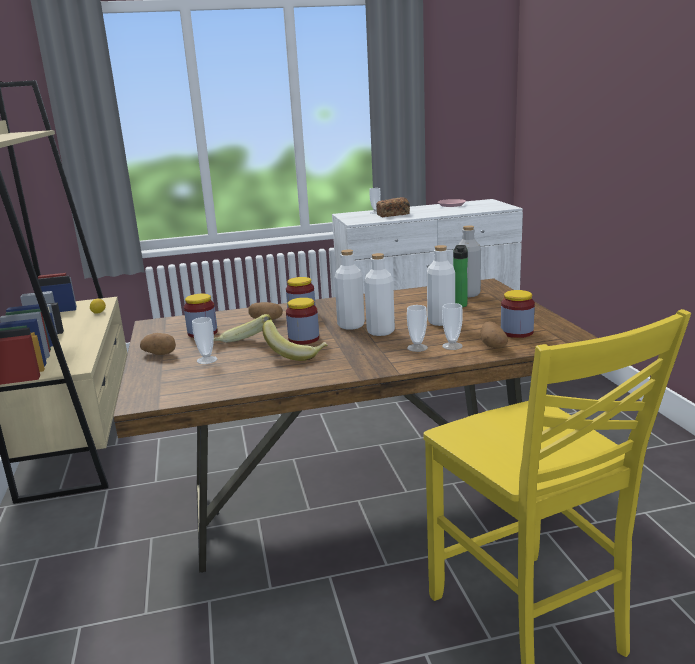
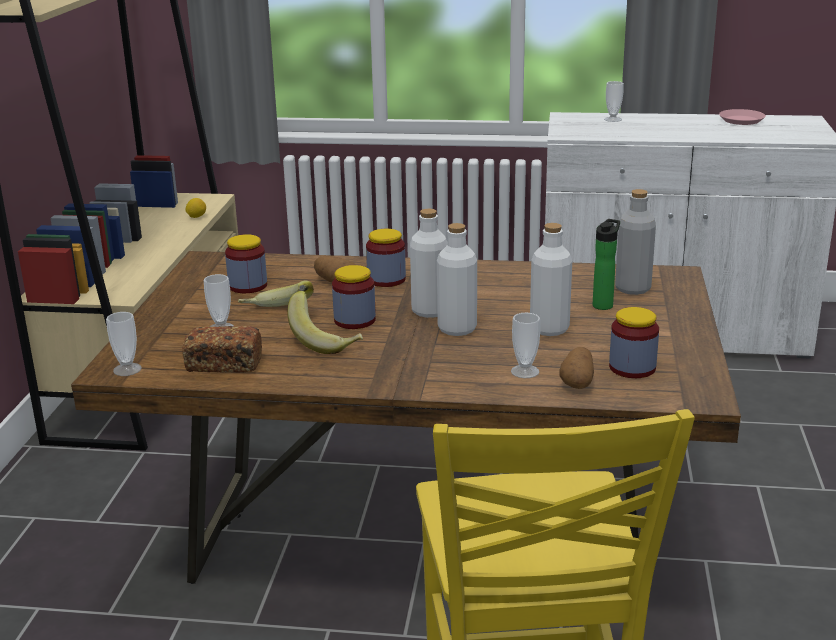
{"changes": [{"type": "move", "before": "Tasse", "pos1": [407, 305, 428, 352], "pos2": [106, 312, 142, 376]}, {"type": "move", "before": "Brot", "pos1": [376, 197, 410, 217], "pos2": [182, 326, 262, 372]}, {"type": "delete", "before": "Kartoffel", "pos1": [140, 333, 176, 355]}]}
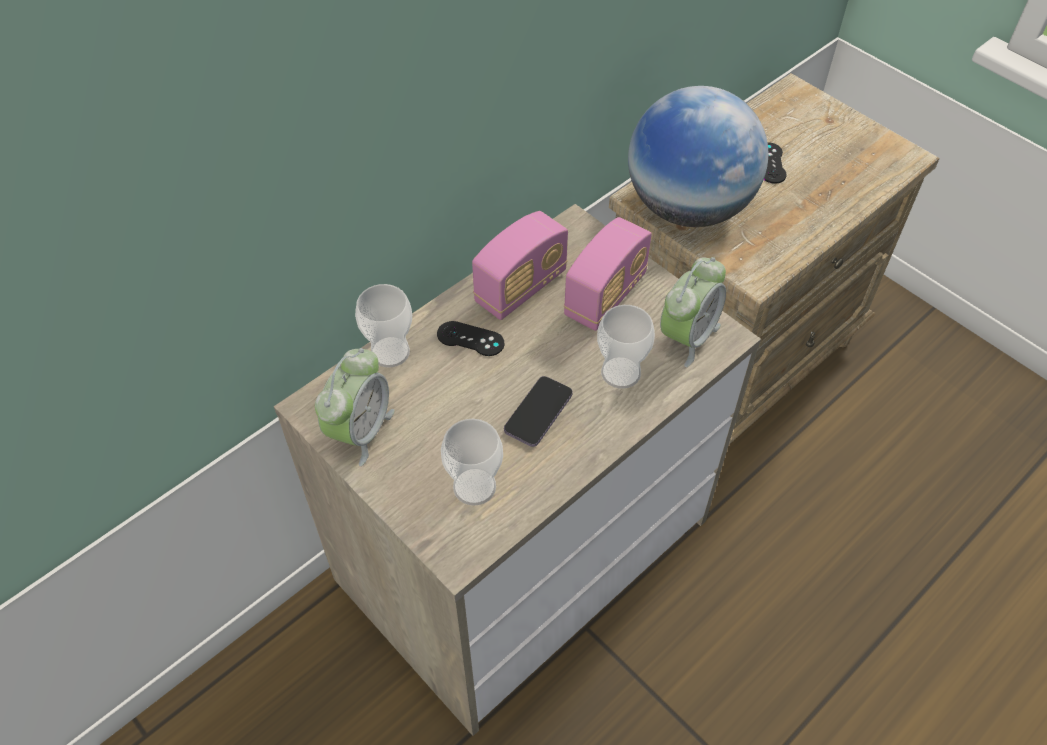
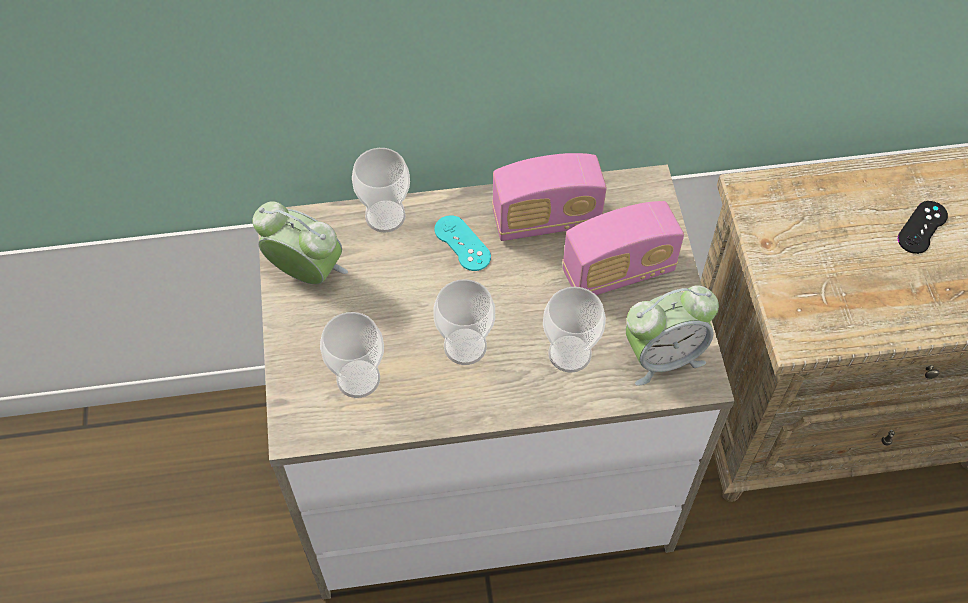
{"changes": [{"type": "rotate", "before": "Wecker", "pos1": [315, 348, 395, 466], "pos2": [252, 201, 348, 284], "turn": -120}, {"type": "replace", "before": "Handy", "after": "Tasse", "pos1": [504, 376, 573, 447], "pos2": [433, 279, 495, 365]}, {"type": "recolor", "before": "Gamepad/schwarz", "after": "Gamepad/türkis", "pos1": [437, 321, 504, 356], "pos2": [434, 216, 491, 271]}, {"type": "delete", "before": "Globus", "pos1": [628, 86, 768, 227]}]}
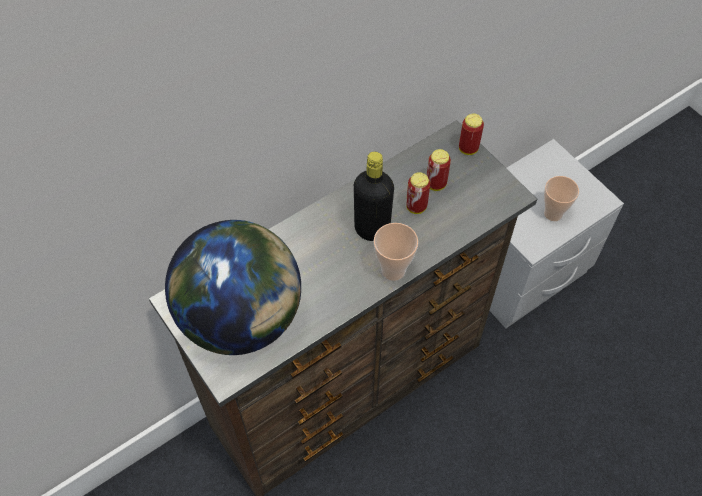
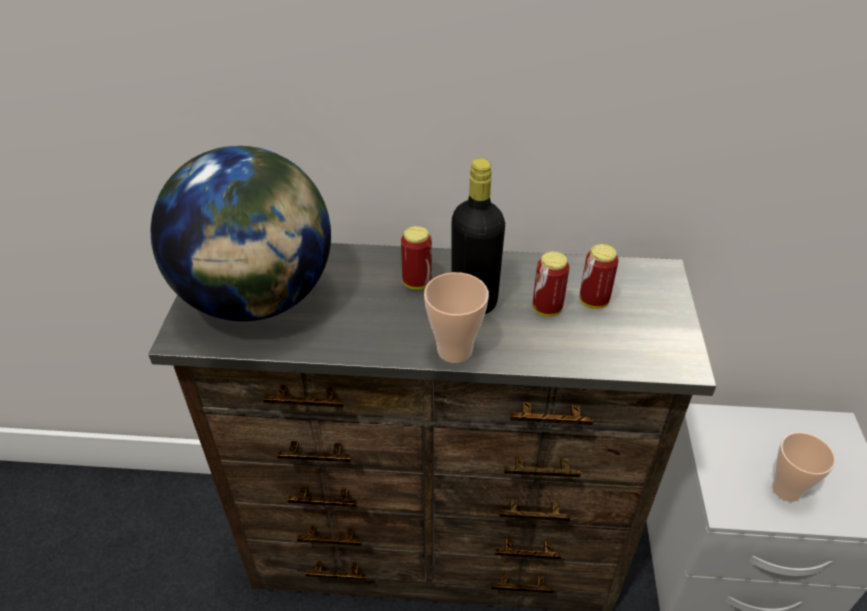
{"changes": [{"type": "move", "before": "Dose", "pos1": [459, 114, 484, 155], "pos2": [401, 226, 432, 290]}]}
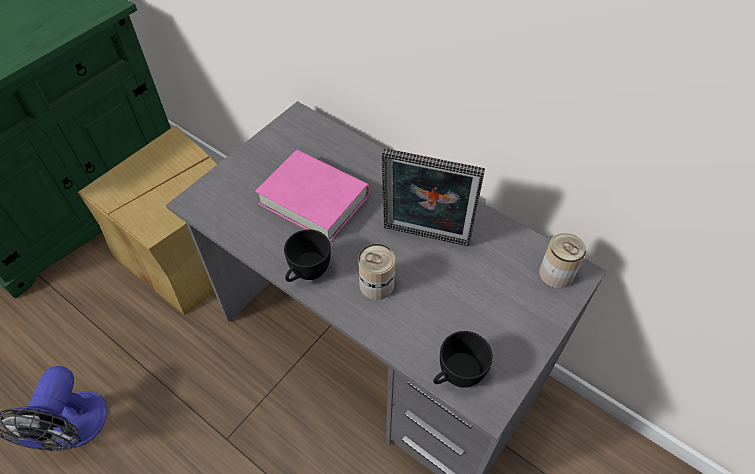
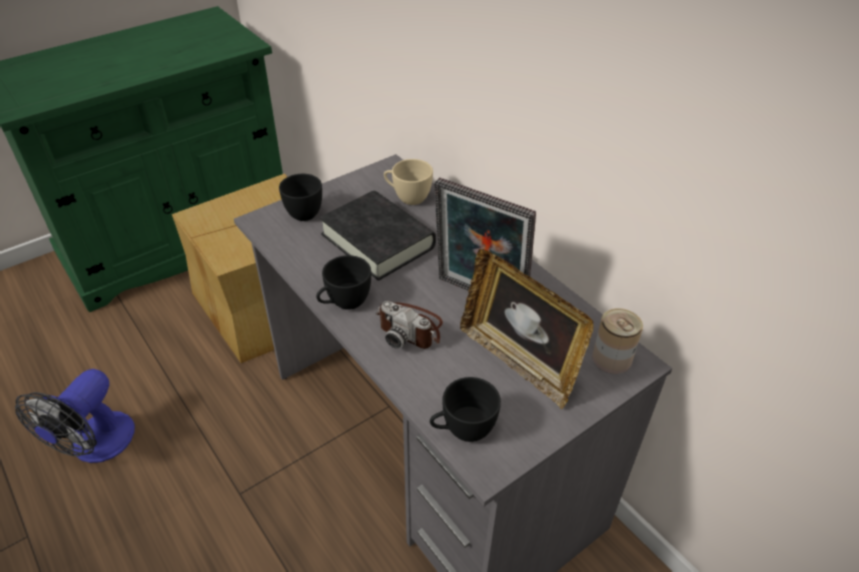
{"changes": [{"type": "insert", "after": "Tasse/schwarz", "pos2": [279, 174, 322, 221]}, {"type": "recolor", "before": "Buch/rosa", "after": "Buch/schwarz", "pos1": [255, 150, 370, 242], "pos2": [319, 191, 436, 281]}, {"type": "replace", "before": "Dose", "after": "Kamera", "pos1": [358, 244, 395, 300], "pos2": [376, 301, 443, 349]}, {"type": "insert", "after": "Tasse/beige", "pos2": [384, 159, 433, 205]}, {"type": "insert", "after": "Bilderrahmen", "pos2": [460, 249, 594, 409]}]}
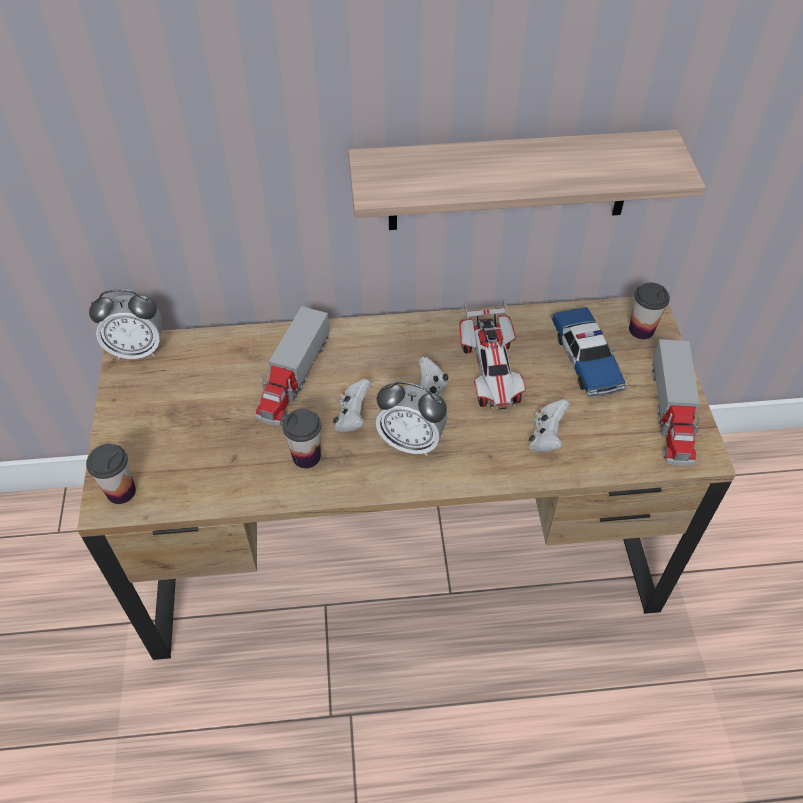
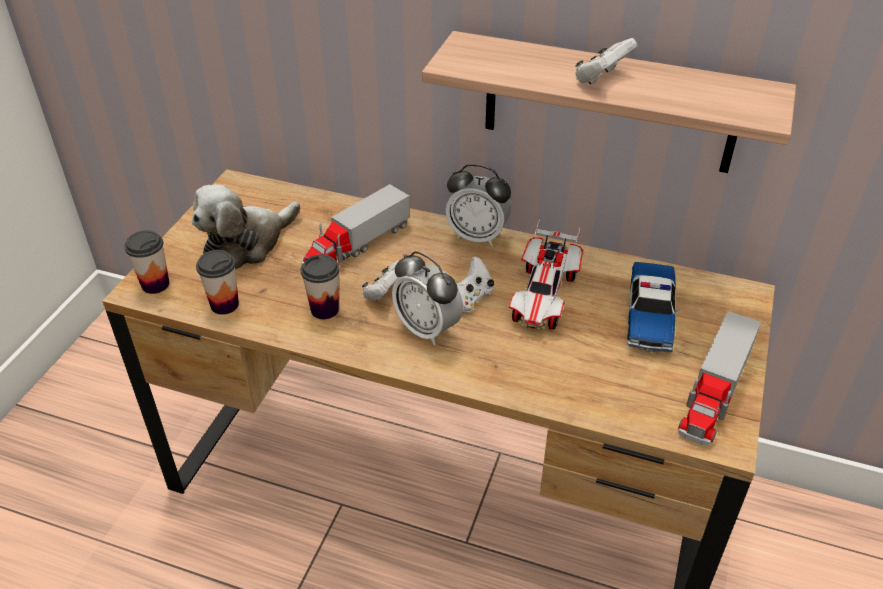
{"changes": [{"type": "insert", "after": "Plüschtier", "pos2": [192, 184, 300, 270]}, {"type": "move", "before": "Tasse", "pos1": [629, 283, 670, 339], "pos2": [196, 250, 239, 315]}, {"type": "move", "before": "Wecker", "pos1": [89, 289, 162, 359], "pos2": [446, 164, 511, 246]}, {"type": "move", "before": "Gamepad/weiß", "pos1": [529, 399, 570, 452], "pos2": [575, 38, 637, 84]}]}
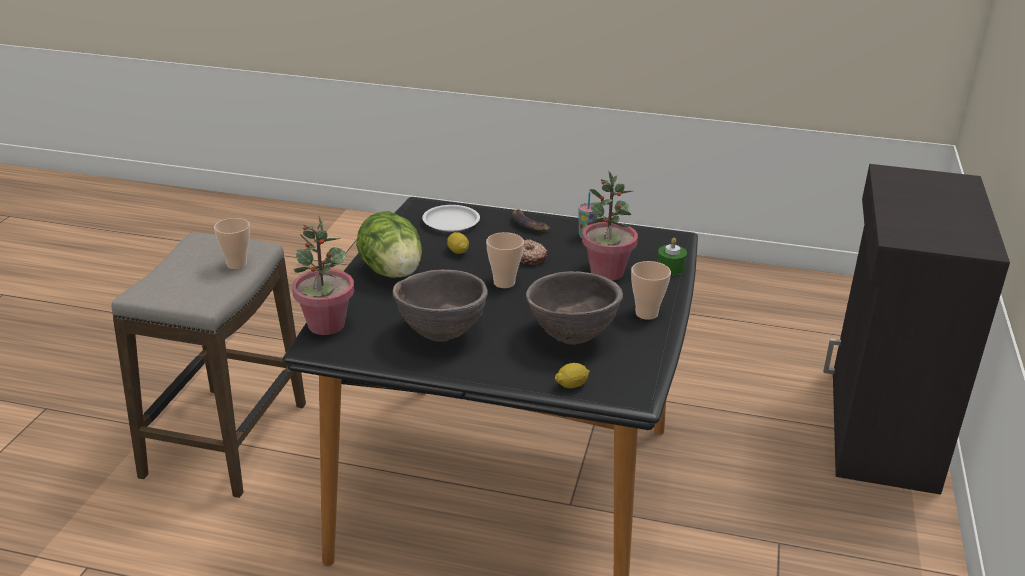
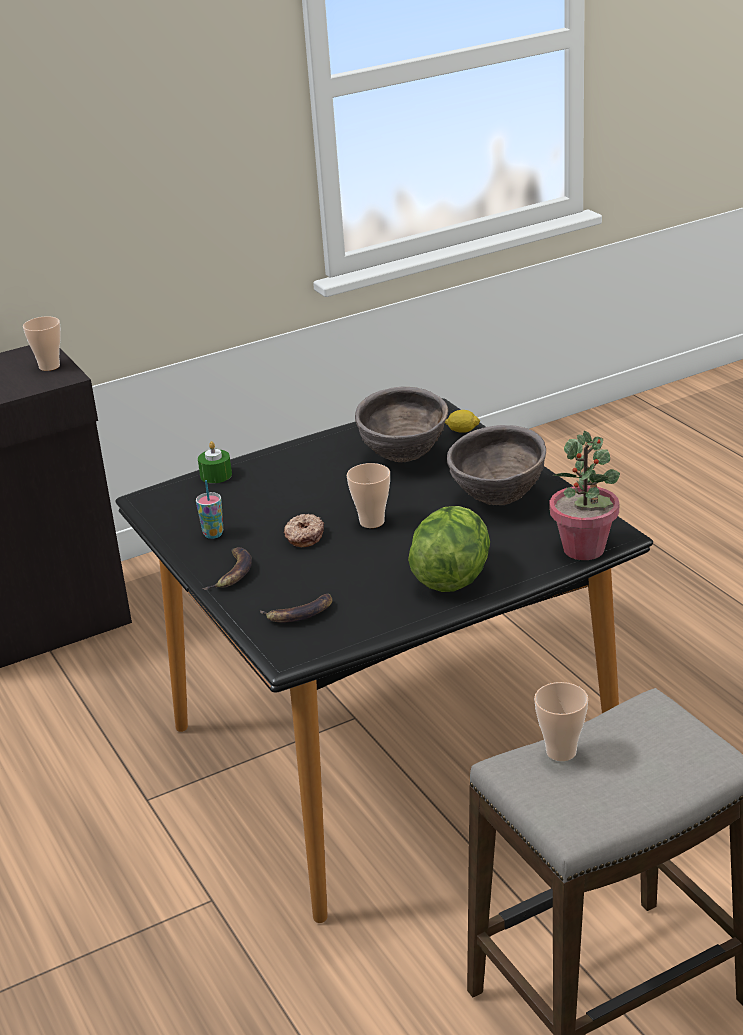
{"changes": [{"type": "move", "before": "Tasse", "pos1": [631, 261, 671, 320], "pos2": [23, 316, 61, 371]}, {"type": "replace", "before": "Teller/weiß", "after": "Banane", "pos1": [422, 205, 480, 232], "pos2": [259, 593, 333, 623]}, {"type": "delete", "before": "Zitrone", "pos1": [447, 232, 469, 254]}, {"type": "delete", "before": "Topfpflanze", "pos1": [582, 171, 638, 281]}]}
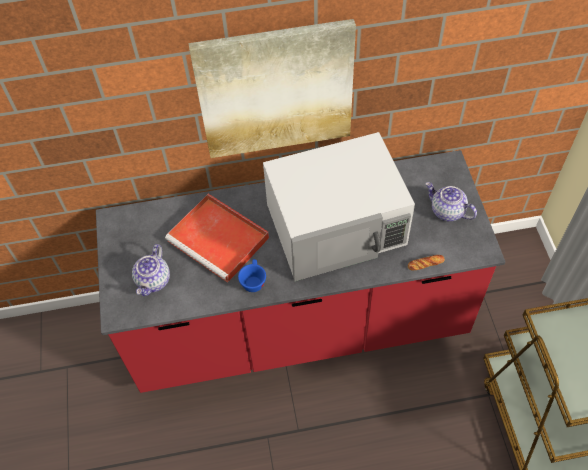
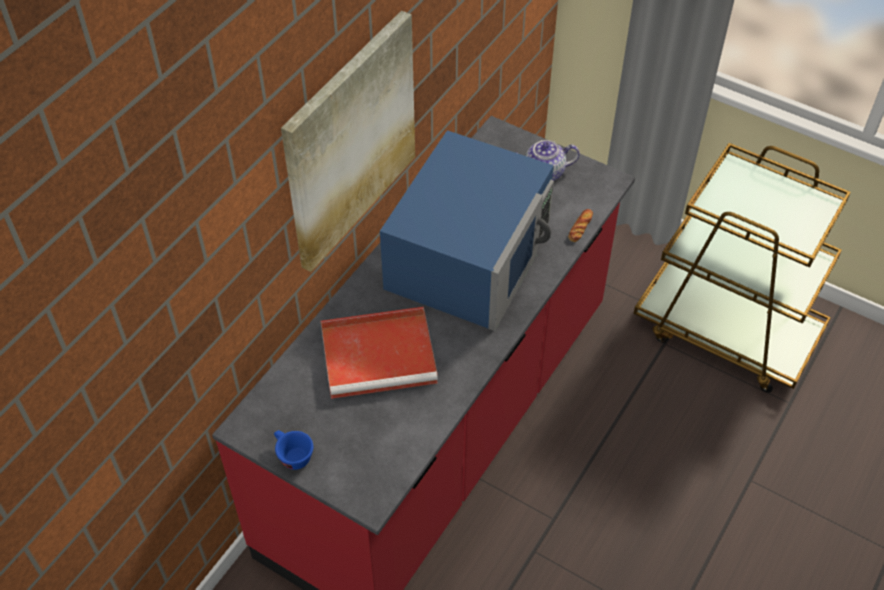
{"changes": [{"type": "move", "before": "Tasse/blau", "pos1": [238, 259, 266, 292], "pos2": [274, 430, 313, 470]}, {"type": "recolor", "before": "Mikrowelle/weiß", "after": "Mikrowelle/blau", "pos1": [263, 132, 415, 281], "pos2": [380, 130, 554, 331]}, {"type": "delete", "before": "Teekanne", "pos1": [132, 244, 170, 296]}]}
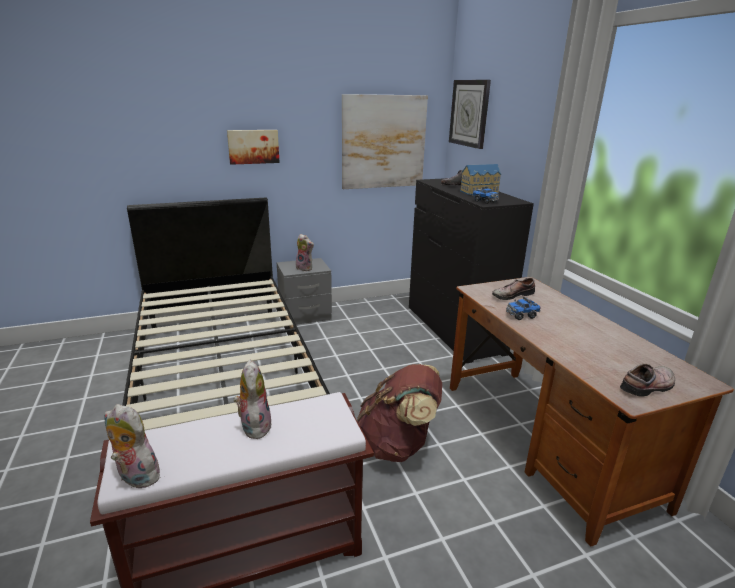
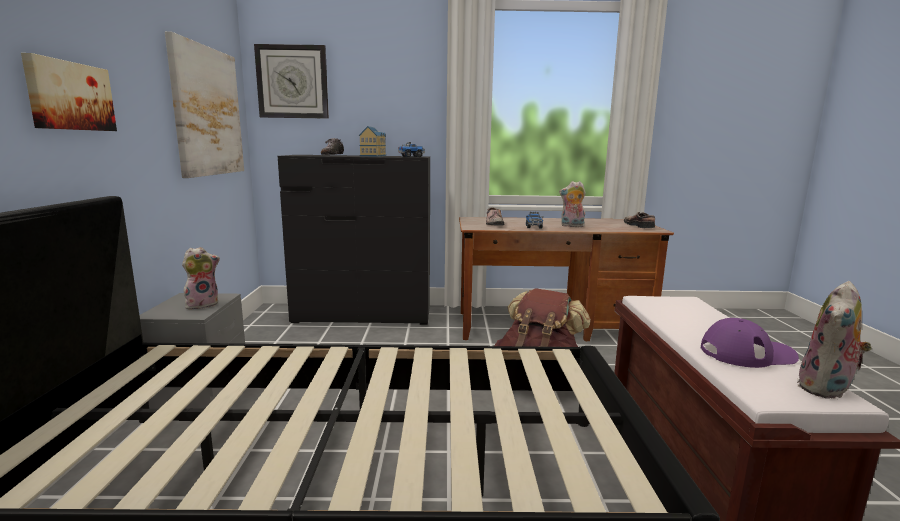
{"changes": [{"type": "move", "before": "Plüschtier", "pos1": [234, 360, 272, 439], "pos2": [559, 181, 586, 227]}, {"type": "insert", "after": "Kappe/lila", "pos2": [701, 318, 799, 368]}]}
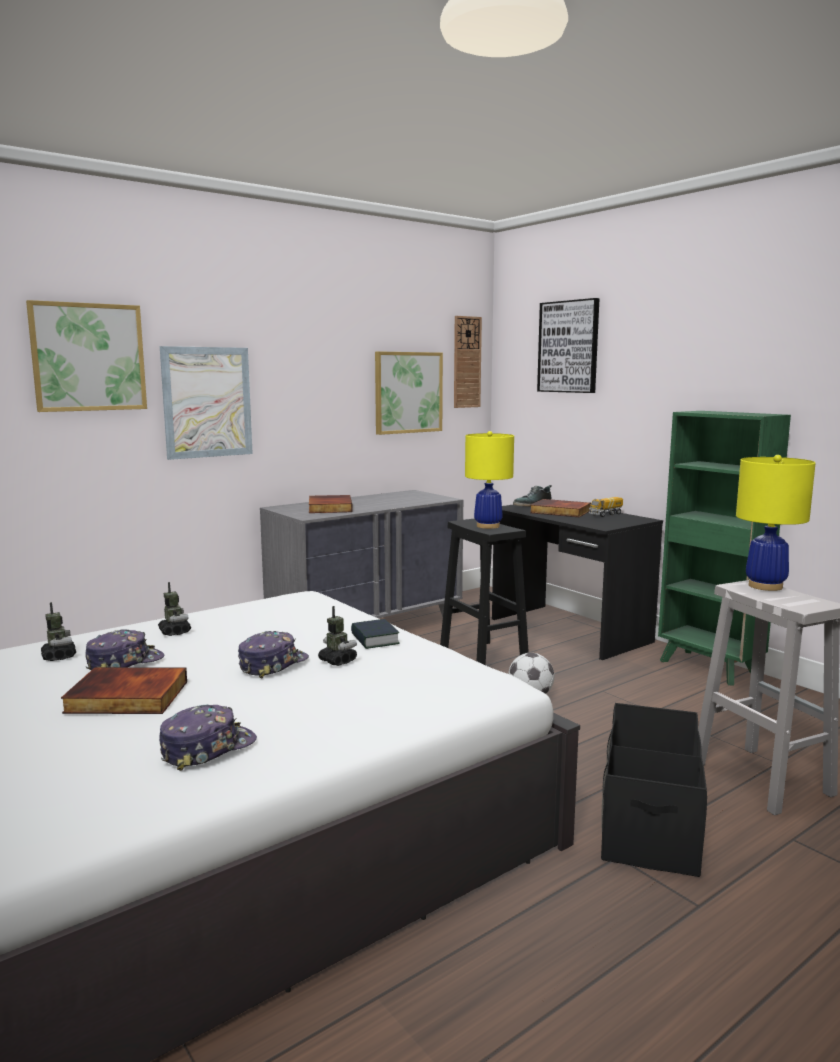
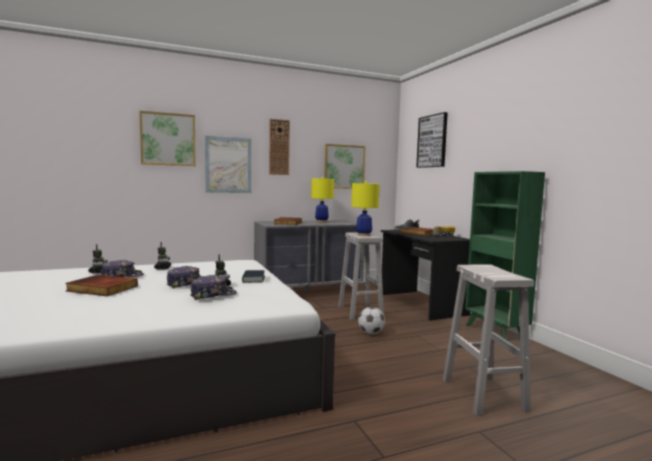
{"changes": [{"type": "move", "before": "Kappe", "pos1": [159, 705, 257, 771], "pos2": [190, 275, 237, 300]}, {"type": "move", "before": "Wanduhr", "pos1": [454, 316, 482, 408], "pos2": [269, 119, 290, 175]}, {"type": "move", "before": "Tischlampe/gelb", "pos1": [736, 455, 816, 591], "pos2": [311, 177, 334, 222]}, {"type": "recolor", "before": "Hocker/schwarz", "after": "Hocker/weiß", "pos1": [440, 519, 529, 665], "pos2": [338, 232, 384, 320]}, {"type": "delete", "before": "Aufbewahrungsbox/schwarz", "pos1": [601, 703, 707, 877]}]}
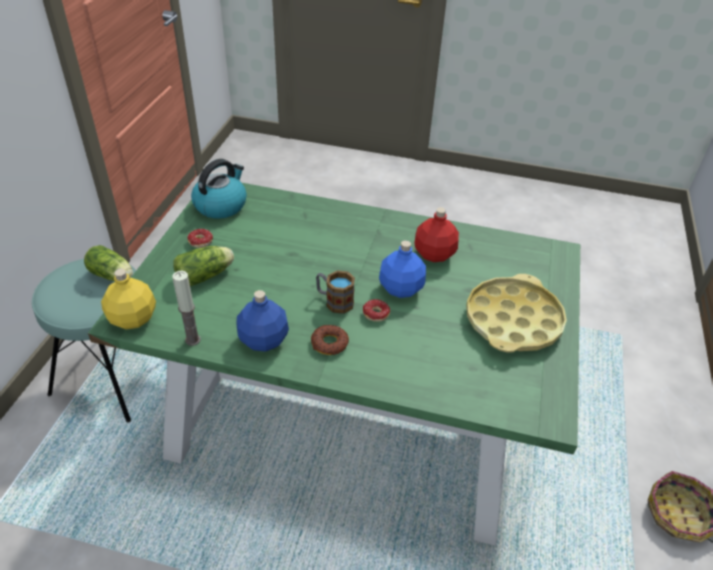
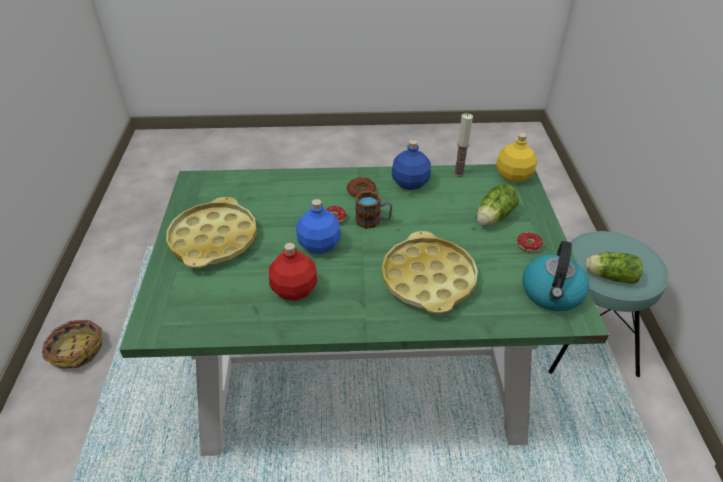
{"changes": [{"type": "insert", "after": "Tablett/gelb", "pos2": [382, 231, 478, 314]}]}
